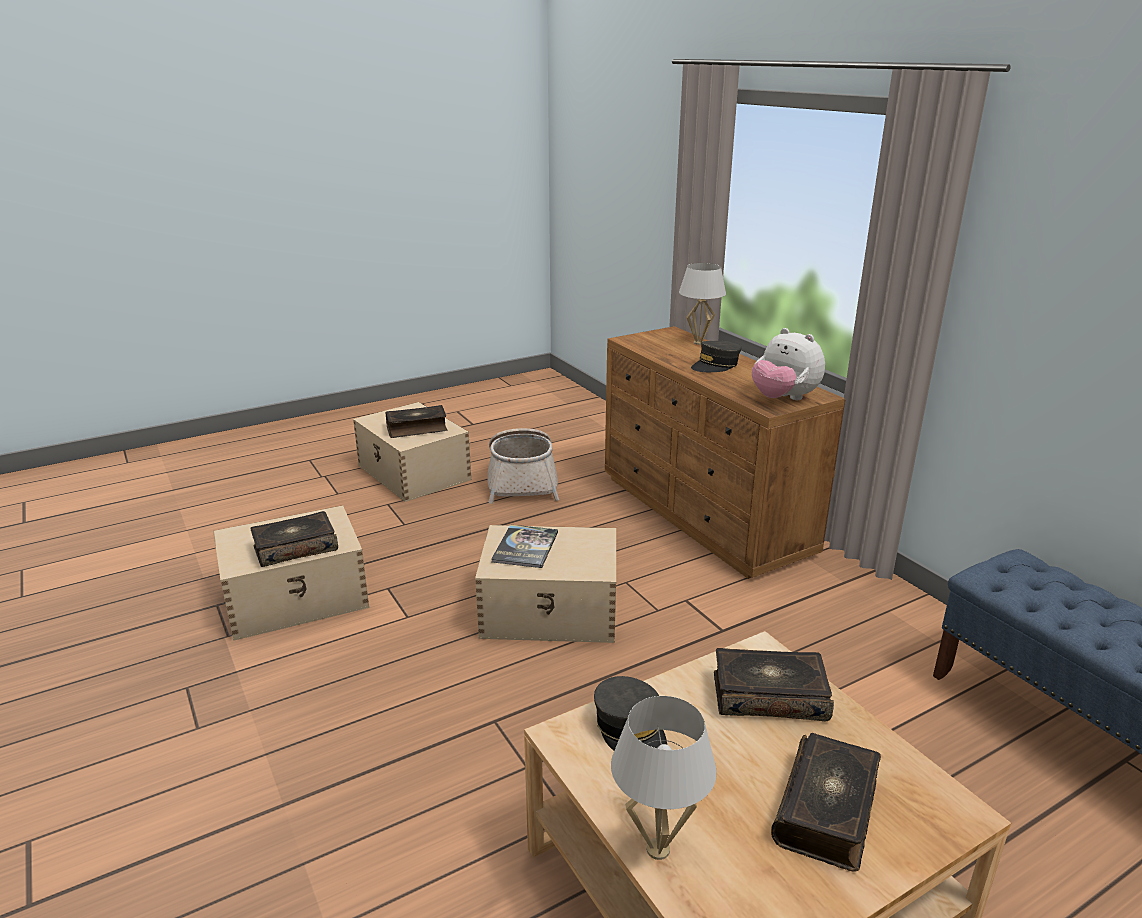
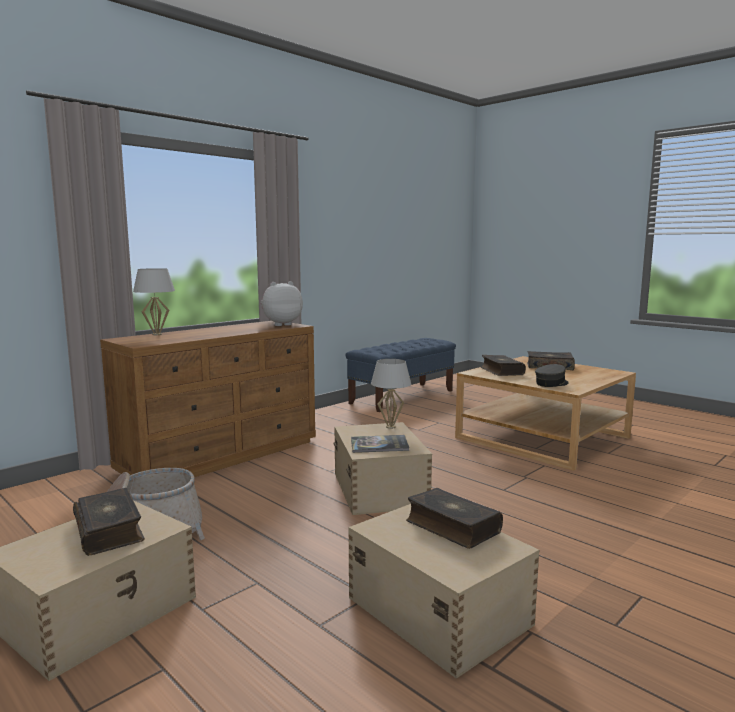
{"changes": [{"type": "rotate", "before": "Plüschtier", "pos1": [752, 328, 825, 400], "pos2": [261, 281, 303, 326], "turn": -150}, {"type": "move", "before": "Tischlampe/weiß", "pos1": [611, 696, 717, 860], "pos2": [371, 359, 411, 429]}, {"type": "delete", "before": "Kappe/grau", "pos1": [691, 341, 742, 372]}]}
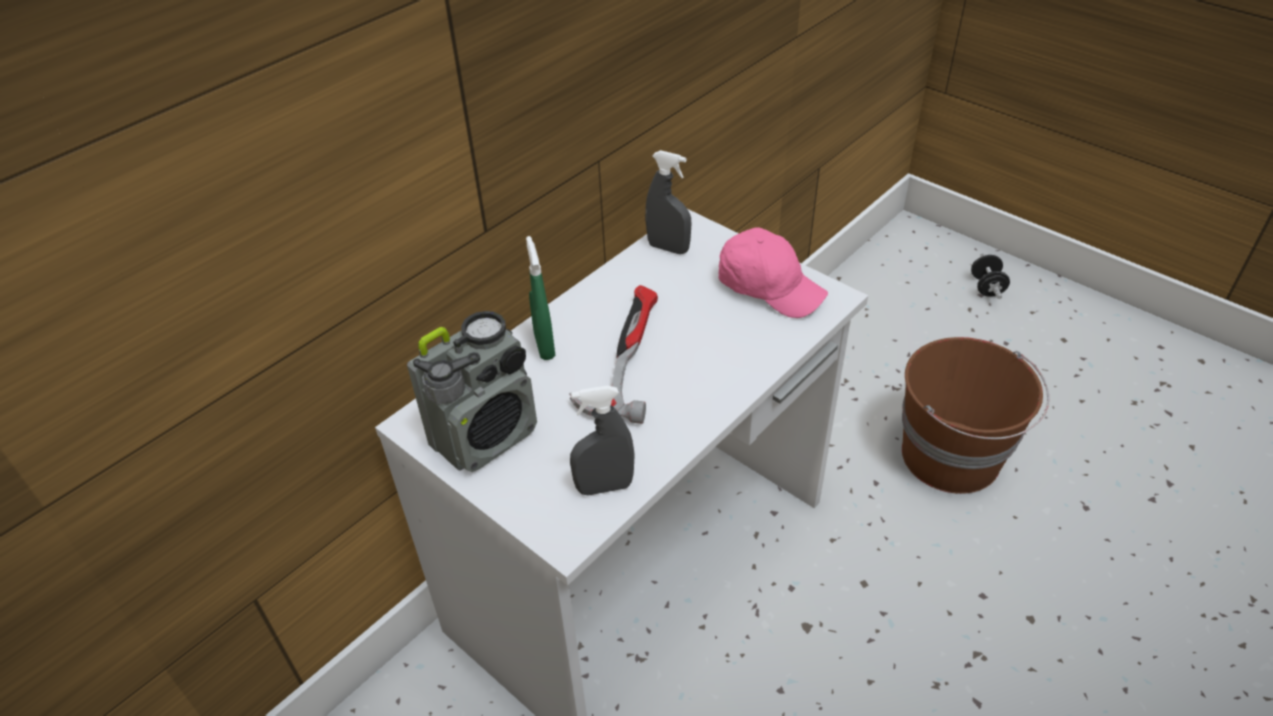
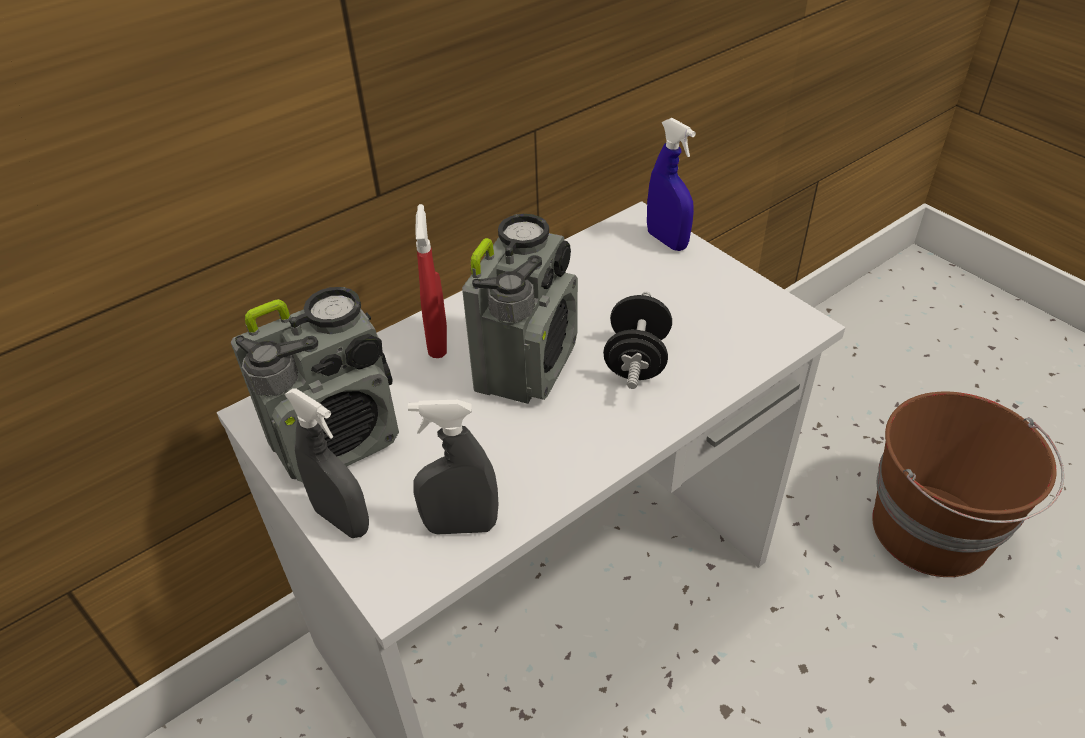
{"changes": [{"type": "move", "before": "Sprühflasche/grau", "pos1": [645, 150, 691, 254], "pos2": [284, 388, 369, 538]}, {"type": "recolor", "before": "Sprühflasche/grün", "after": "Sprühflasche/rot", "pos1": [526, 236, 555, 360], "pos2": [415, 204, 447, 358]}, {"type": "replace", "before": "Hammer", "after": "Radio", "pos1": [569, 285, 658, 424], "pos2": [462, 214, 578, 404]}, {"type": "move", "before": "Hantel/schwarz", "pos1": [971, 253, 1010, 299], "pos2": [603, 292, 672, 389]}, {"type": "insert", "after": "Sprühflasche/blau", "pos2": [647, 118, 696, 251]}, {"type": "delete", "before": "Kappe/rosa", "pos1": [719, 227, 828, 318]}]}
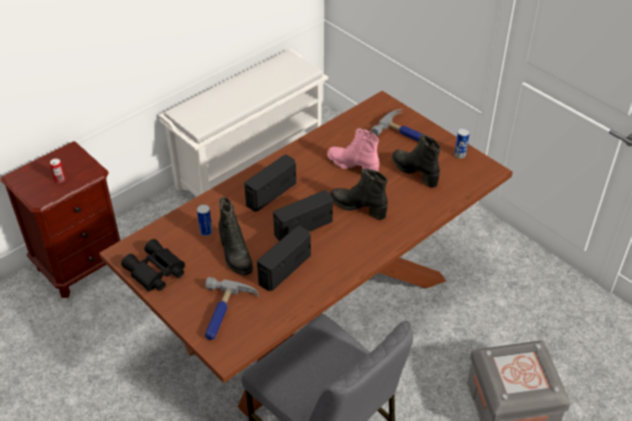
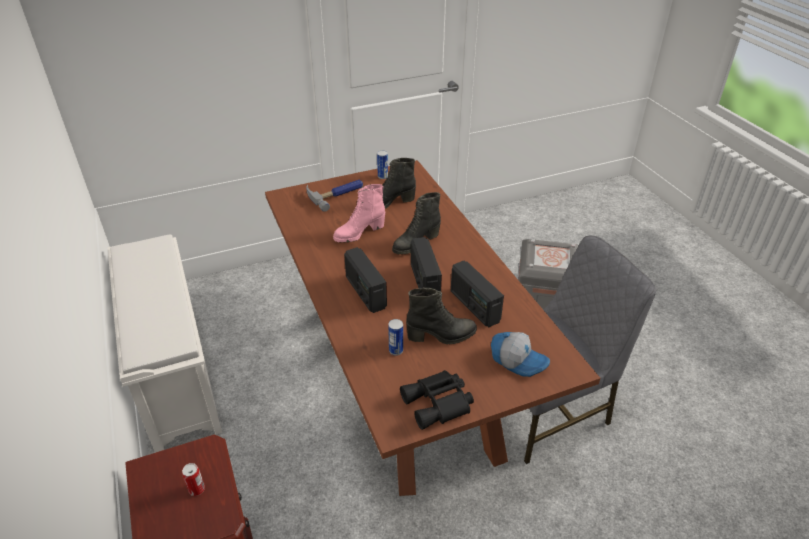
{"changes": [{"type": "replace", "before": "Hammer", "after": "Kappe", "pos1": [205, 277, 259, 340], "pos2": [491, 332, 550, 377]}]}
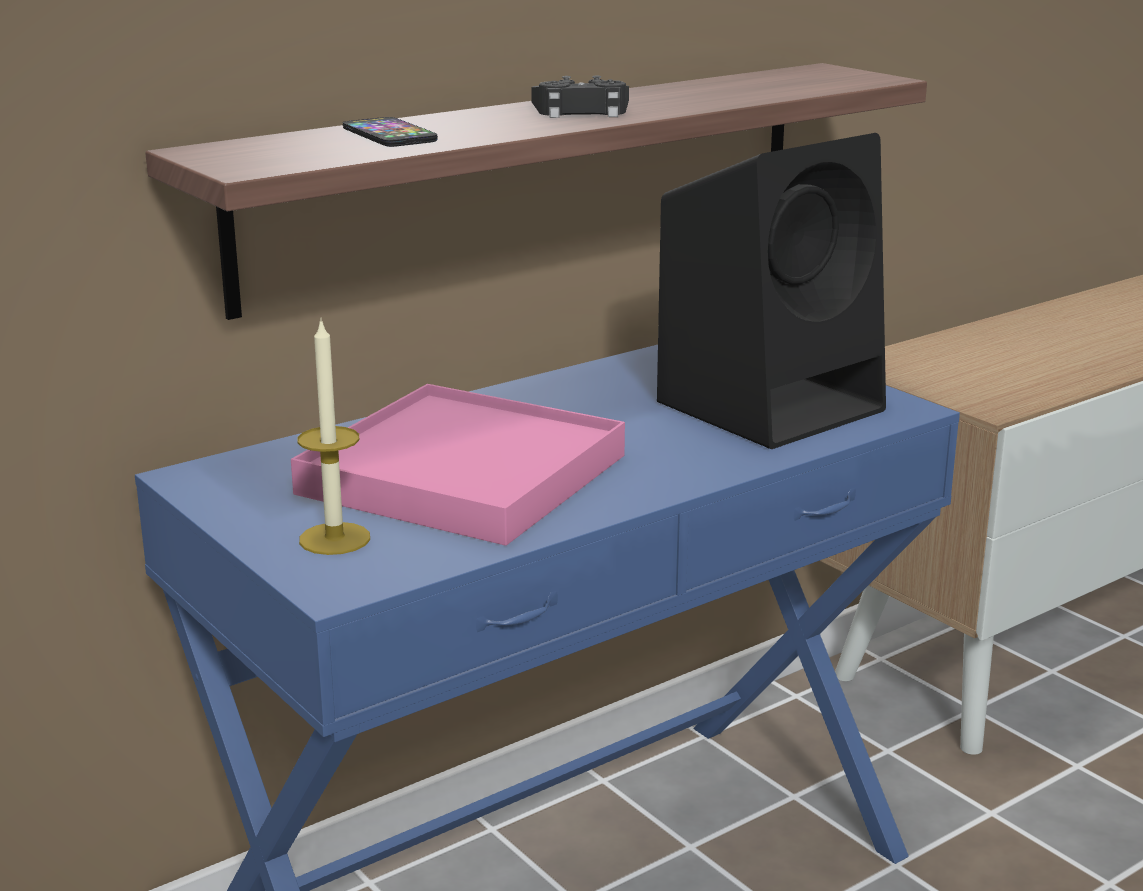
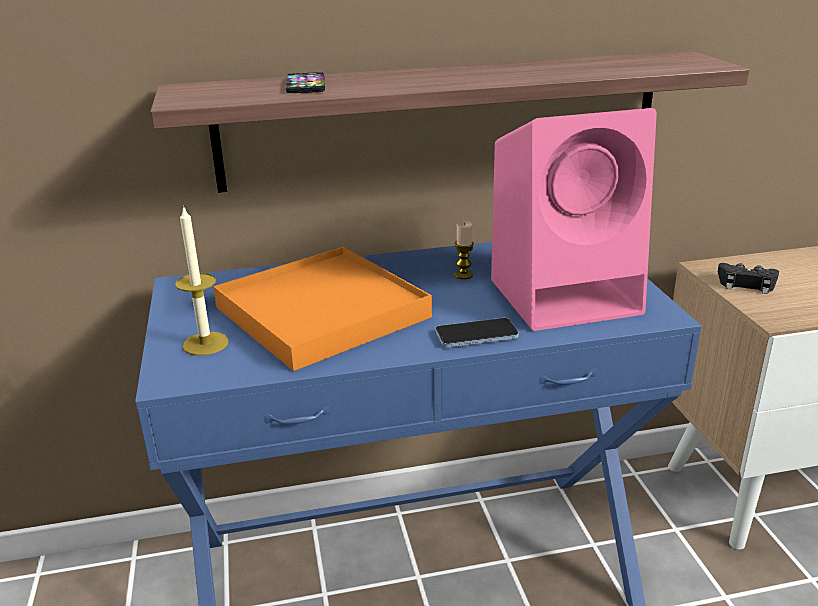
{"changes": [{"type": "recolor", "before": "Tablett/rosa", "after": "Tablett/orange", "pos1": [291, 384, 625, 546], "pos2": [213, 247, 432, 371]}, {"type": "insert", "after": "Handy", "pos2": [435, 318, 519, 347]}, {"type": "insert", "after": "Kerze", "pos2": [454, 221, 474, 279]}, {"type": "recolor", "before": "Lautsprecher/schwarz", "after": "Lautsprecher/rosa", "pos1": [657, 133, 886, 449], "pos2": [491, 108, 657, 331]}, {"type": "move", "before": "Gamepad/schwarz", "pos1": [531, 75, 629, 118], "pos2": [718, 263, 779, 294]}]}
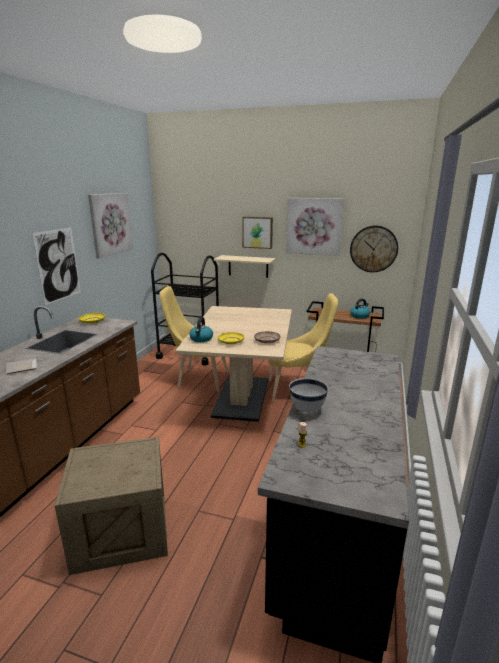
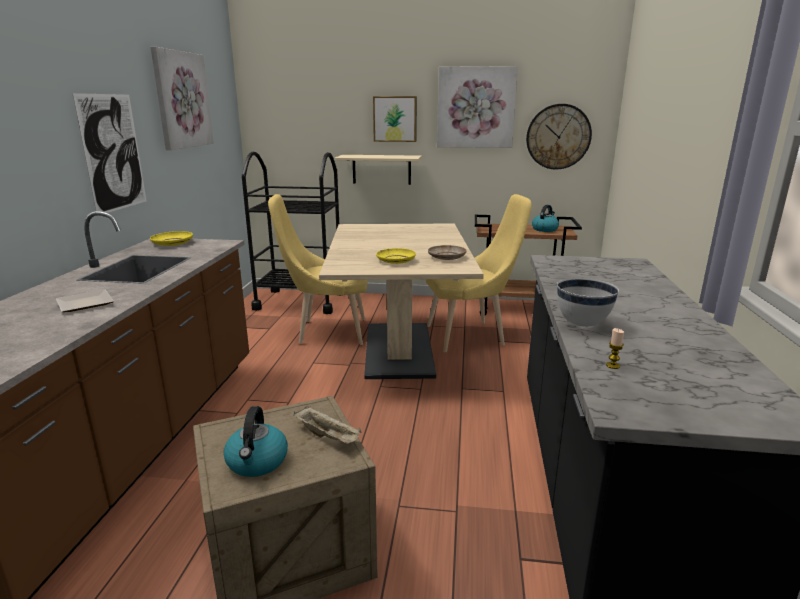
{"changes": [{"type": "move", "before": "Wasserkessel", "pos1": [189, 317, 213, 342], "pos2": [223, 406, 288, 477]}, {"type": "insert", "after": "Tablett/beige", "pos2": [293, 406, 362, 444]}]}
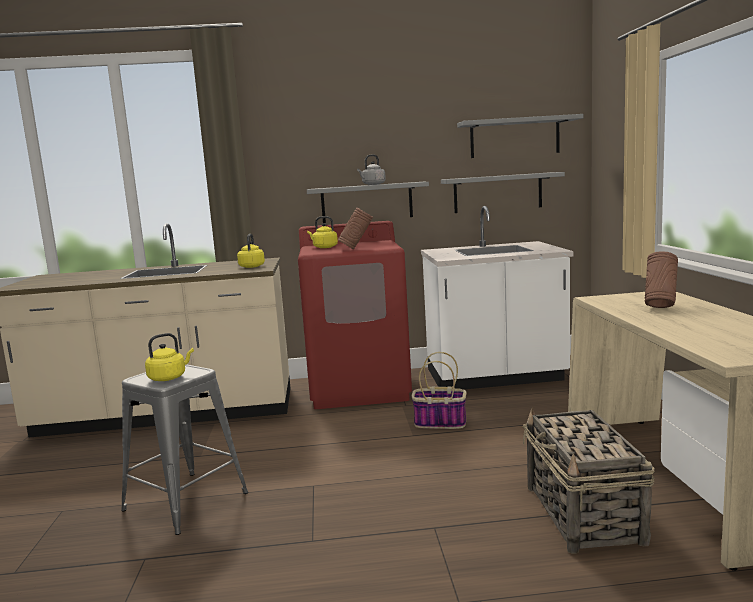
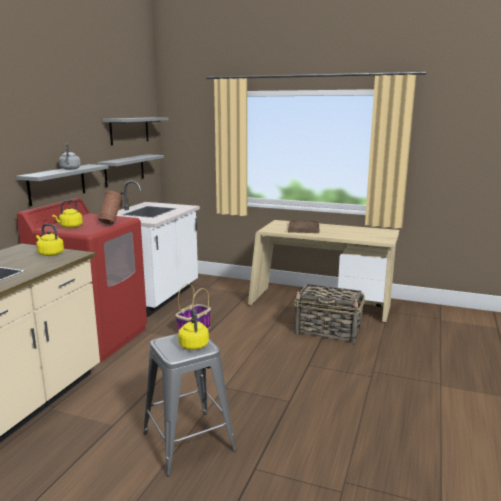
{"changes": [{"type": "replace", "before": "Vase/braun", "after": "Tablett/braun", "pos1": [645, 251, 678, 308], "pos2": [288, 220, 319, 233]}]}
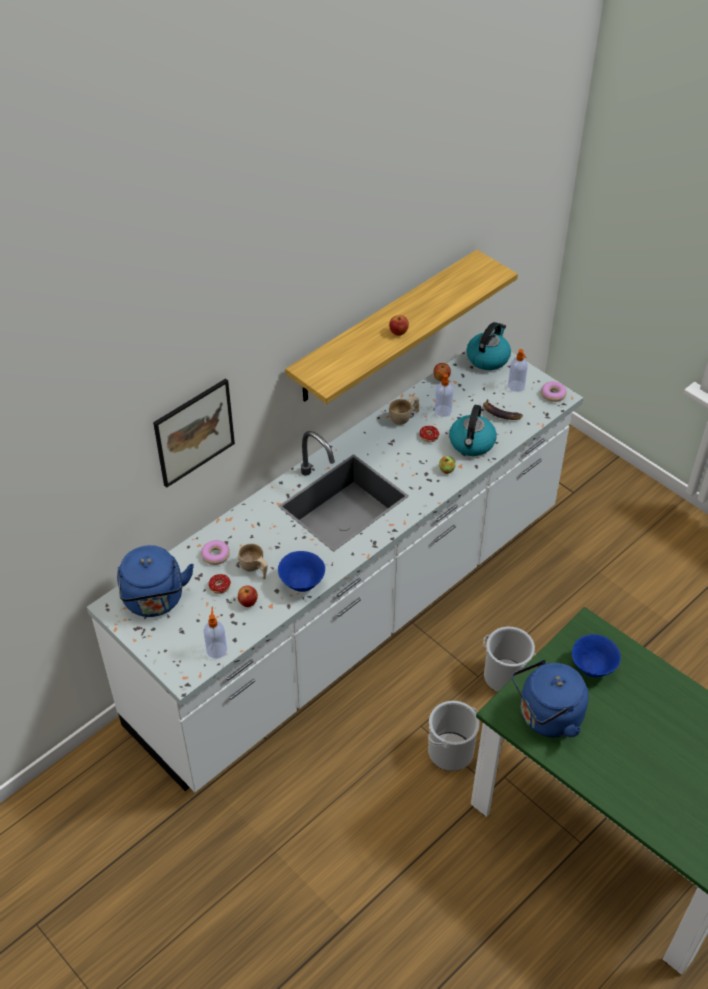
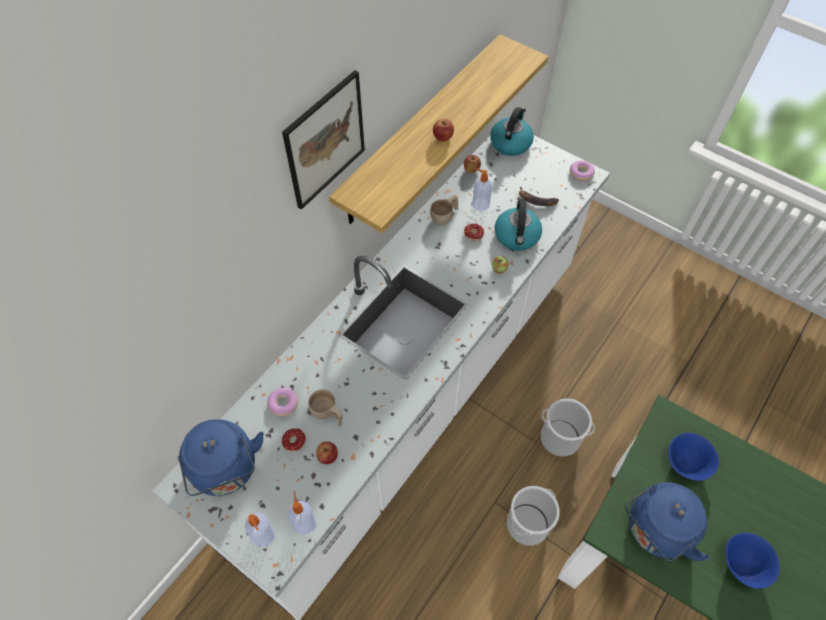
{"changes": [{"type": "move", "before": "Seifenspender", "pos1": [508, 349, 528, 392], "pos2": [245, 513, 275, 547]}, {"type": "move", "before": "Bild", "pos1": [153, 378, 235, 488], "pos2": [282, 70, 365, 210]}, {"type": "move", "before": "Schüssel/blau", "pos1": [278, 551, 325, 592], "pos2": [725, 532, 780, 589]}]}
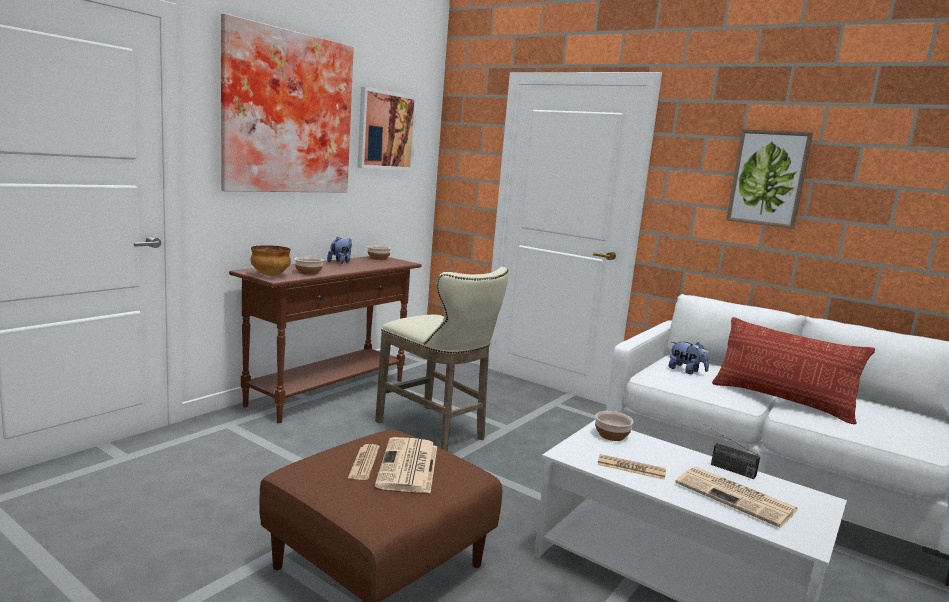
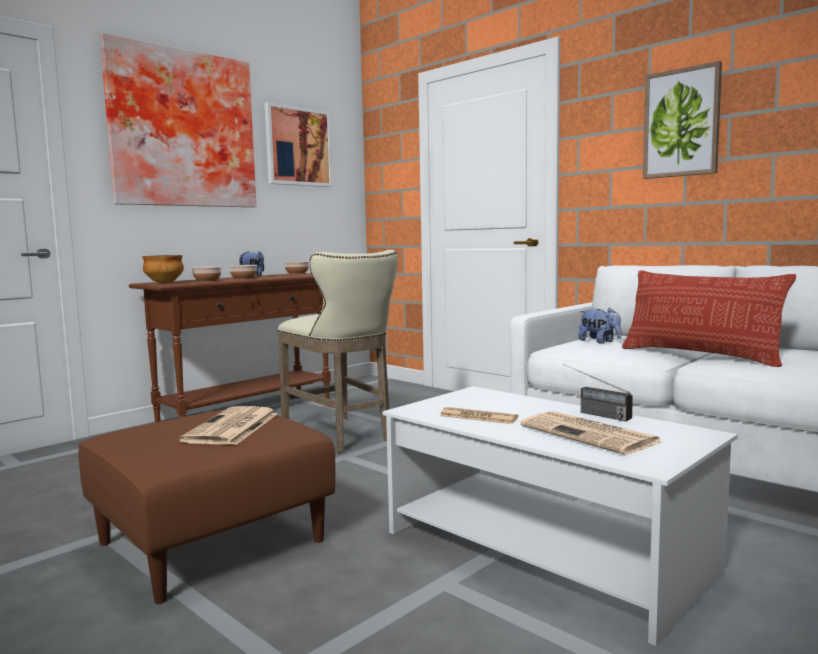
{"changes": [{"type": "move", "before": "Schüssel", "pos1": [595, 411, 634, 441], "pos2": [229, 265, 257, 280]}, {"type": "delete", "before": "Zeitung", "pos1": [348, 444, 380, 480]}]}
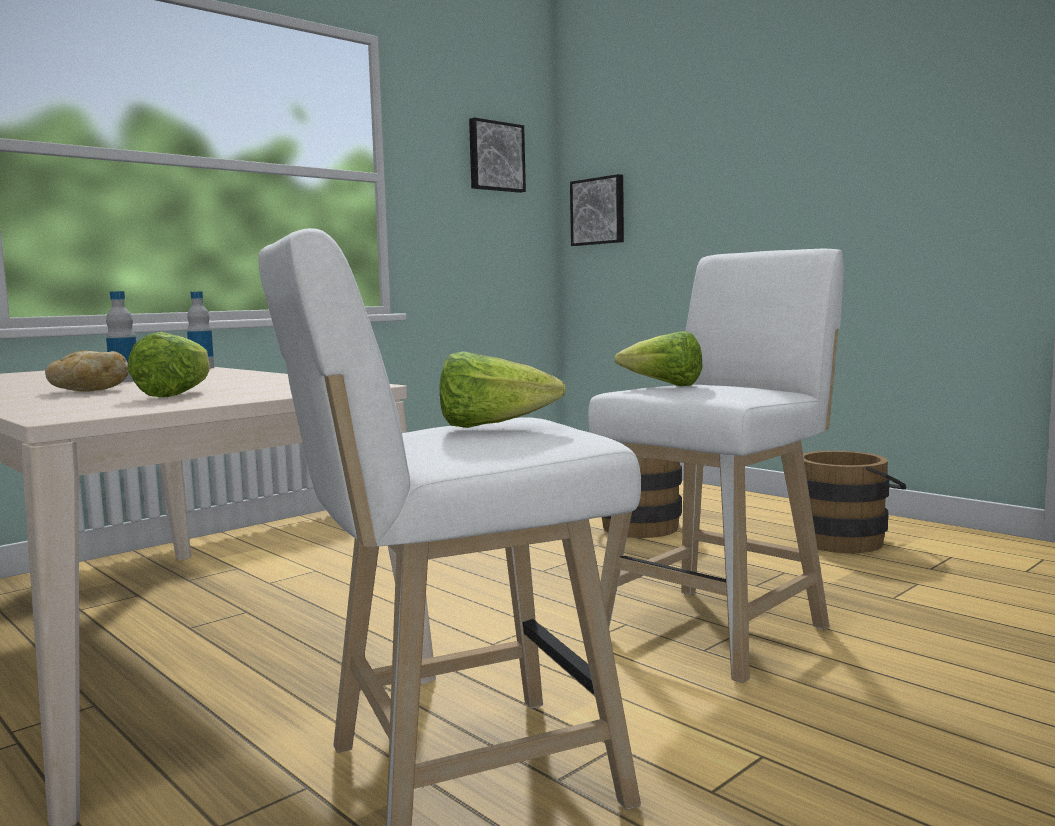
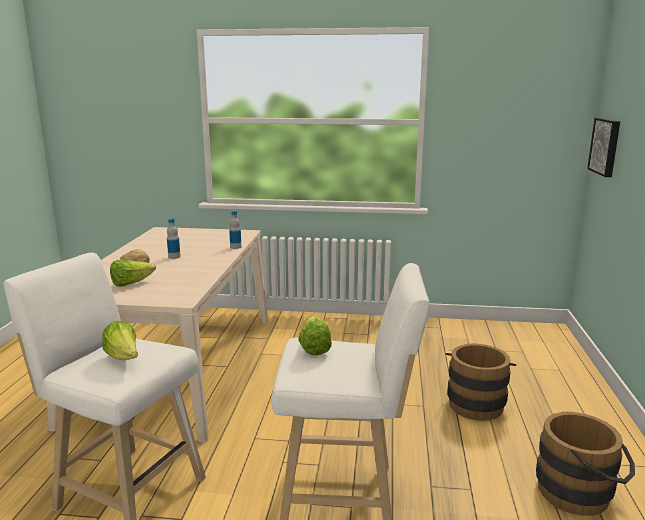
{"changes": [{"type": "delete", "before": "Bild", "pos1": [469, 117, 526, 193]}]}
